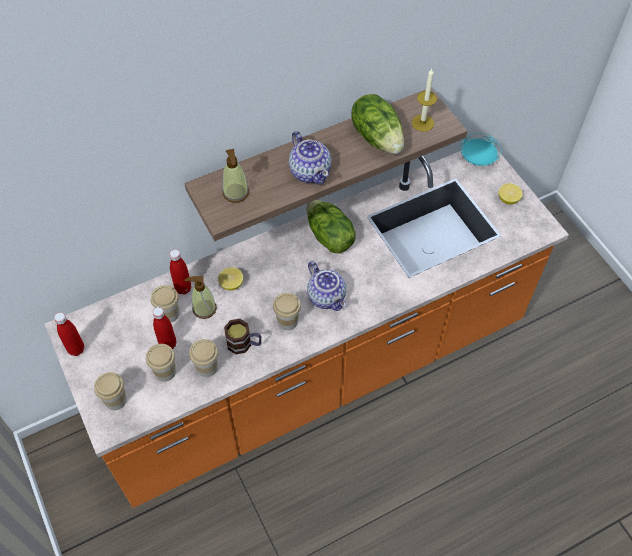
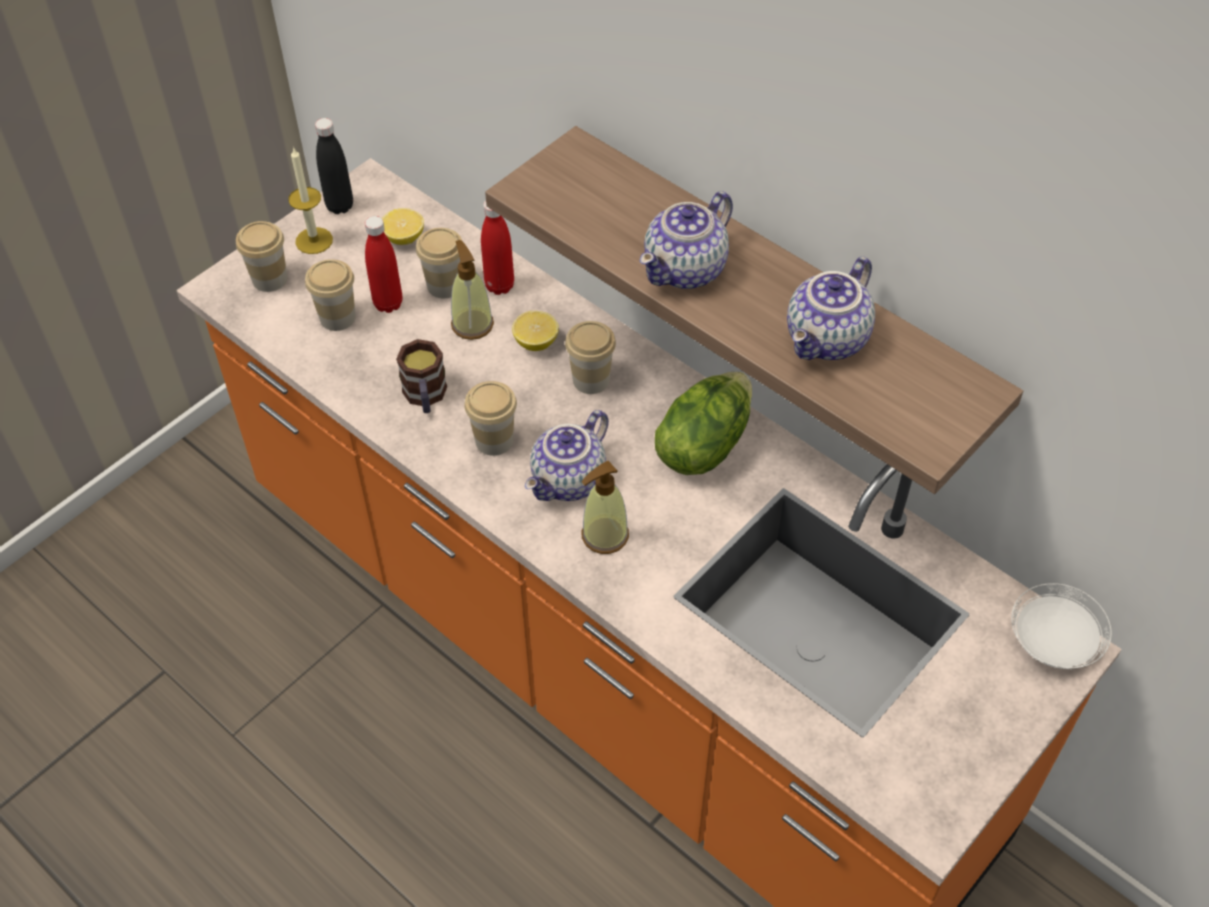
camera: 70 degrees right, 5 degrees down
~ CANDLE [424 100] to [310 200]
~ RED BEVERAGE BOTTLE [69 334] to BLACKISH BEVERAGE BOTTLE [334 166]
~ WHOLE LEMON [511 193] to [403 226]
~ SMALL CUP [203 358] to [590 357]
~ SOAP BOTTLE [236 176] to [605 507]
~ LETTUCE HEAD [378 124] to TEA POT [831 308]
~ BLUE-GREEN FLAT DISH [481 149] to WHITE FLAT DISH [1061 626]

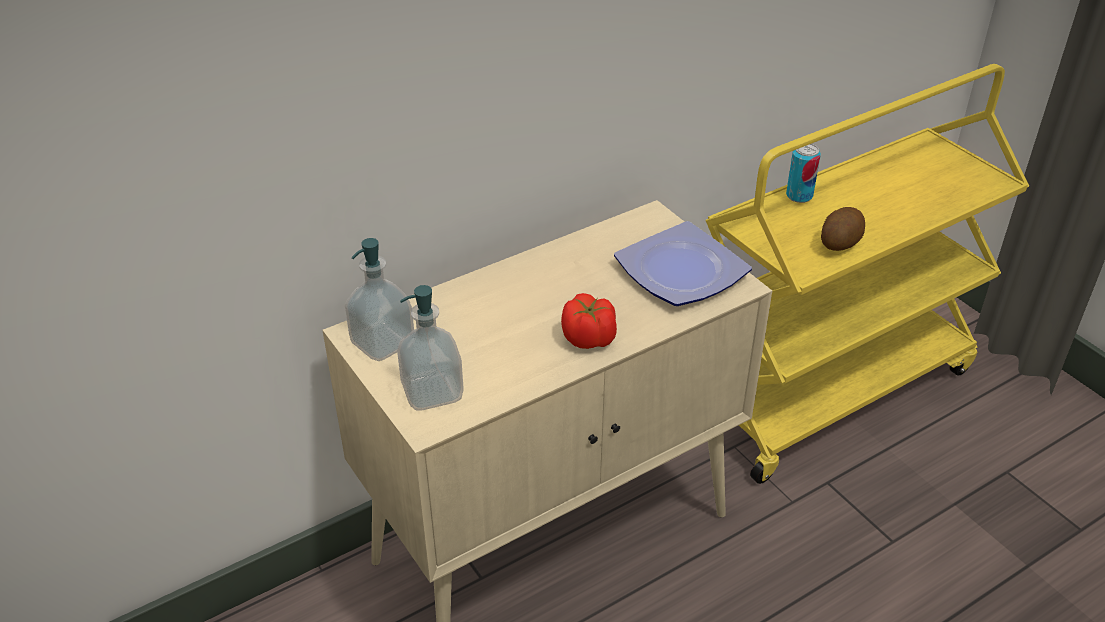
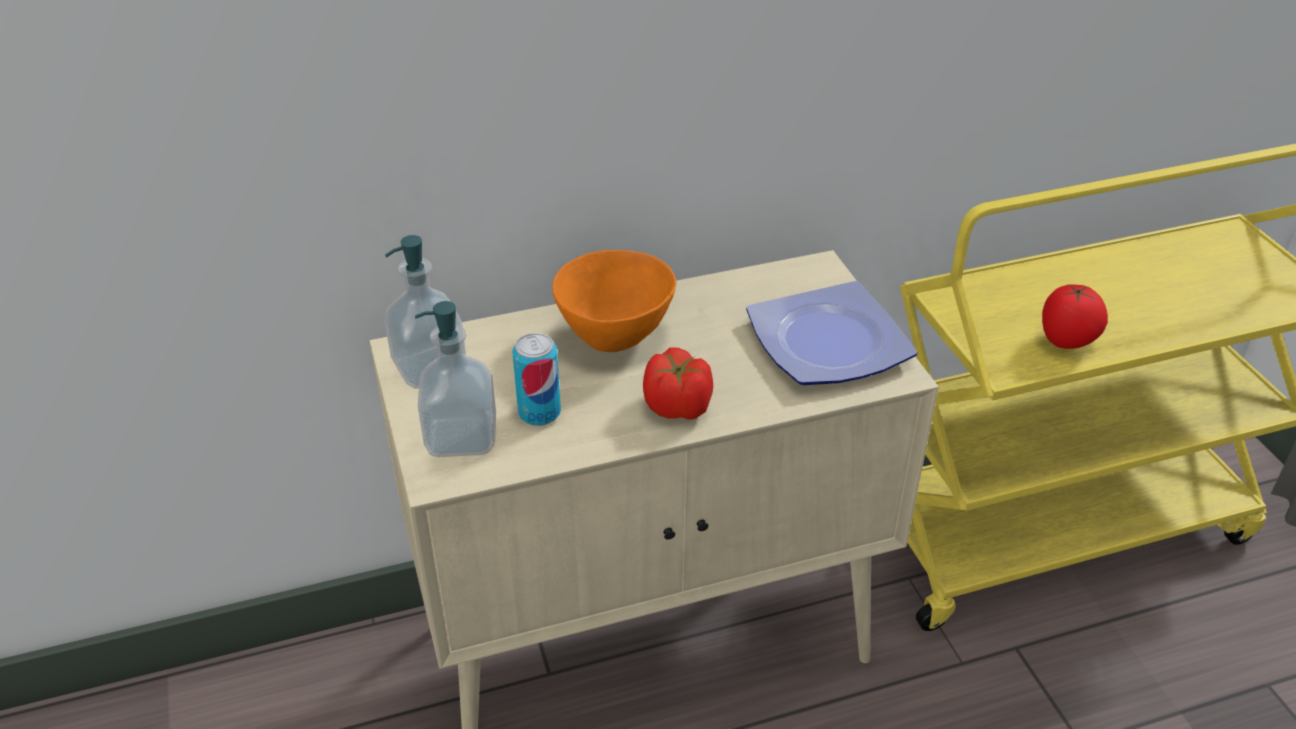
camera: 15 degrees right, 0 degrees up
~ CAN [803 173] to [536 379]
+ ORANGEY SERVING BOWL [614 301]
~ SPUD [843 229] to TOMATO [1075 316]

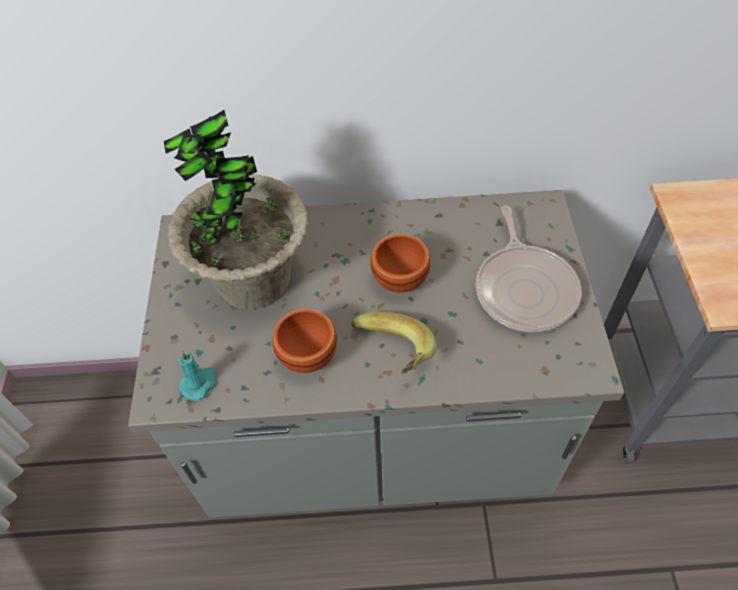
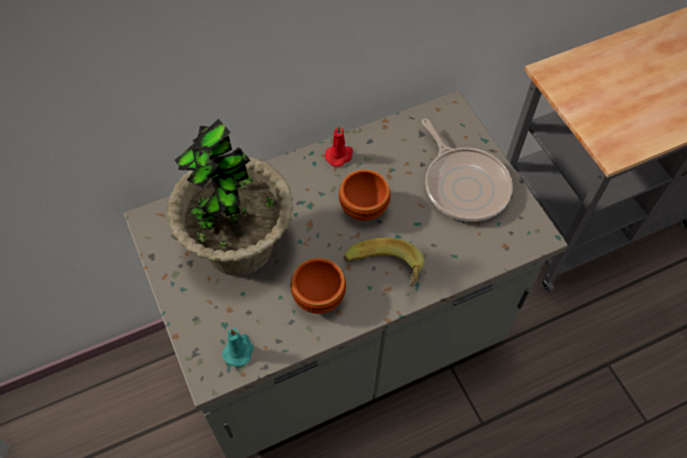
camera: 25 degrees left, 5 degrees up
+ RED CANDLE [339 146]

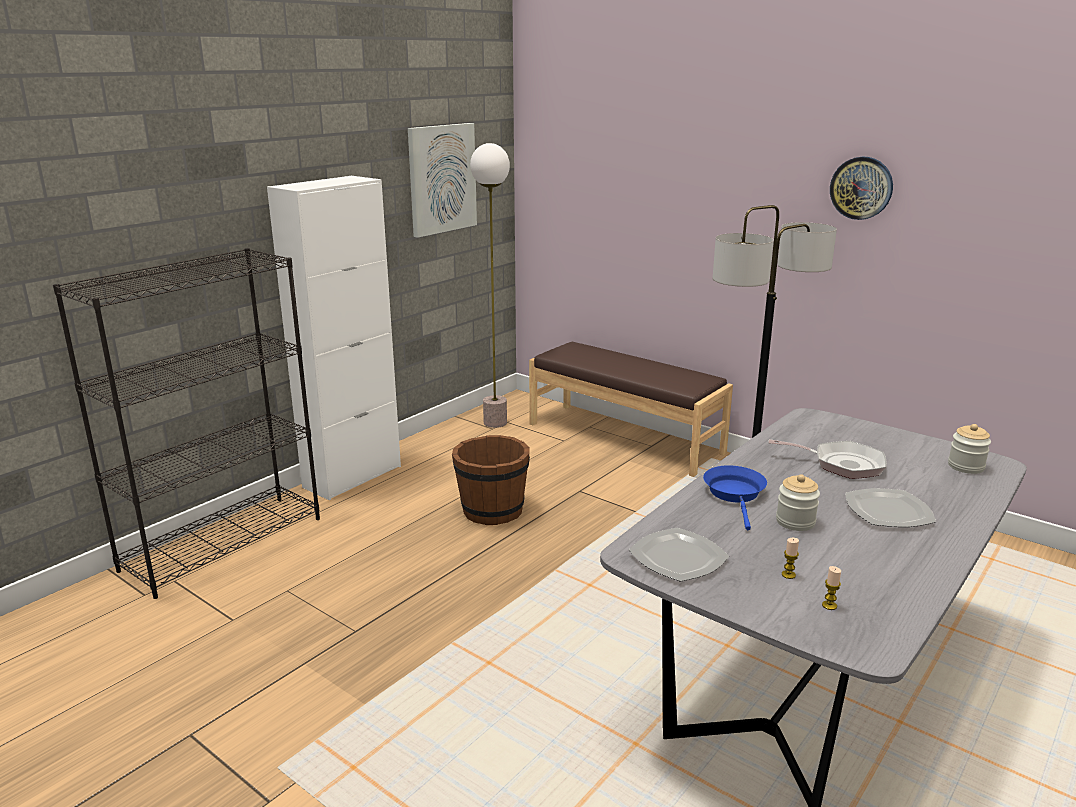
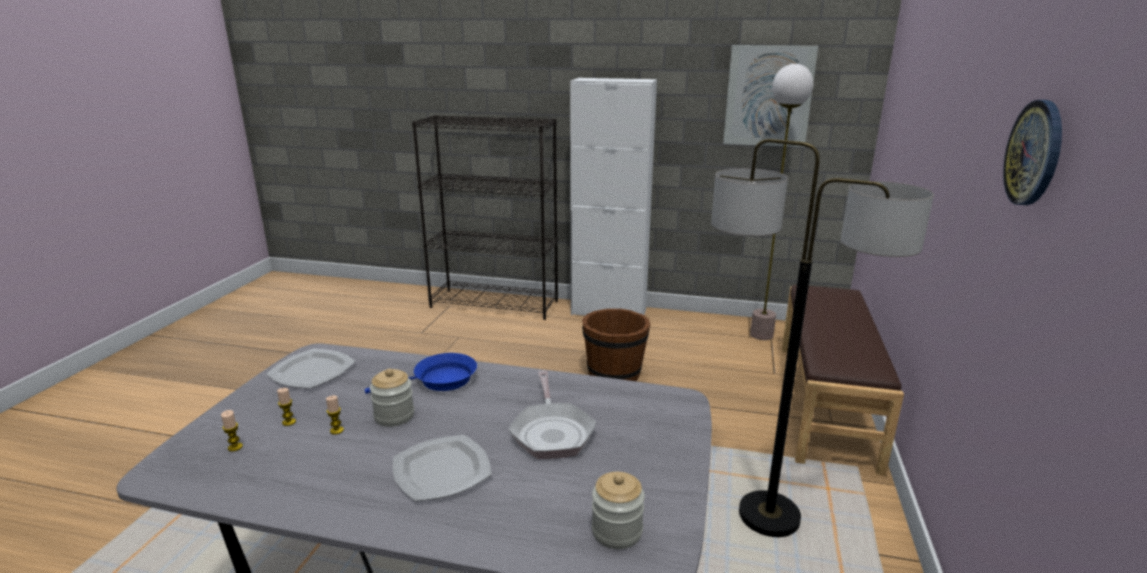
camera: 65 degrees right, 0 degrees up
+ CANDLE [335 415]

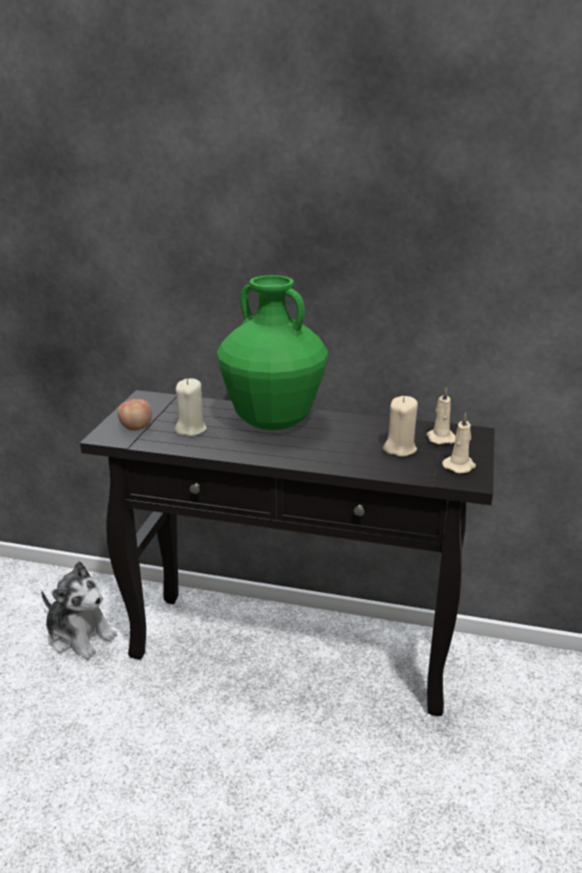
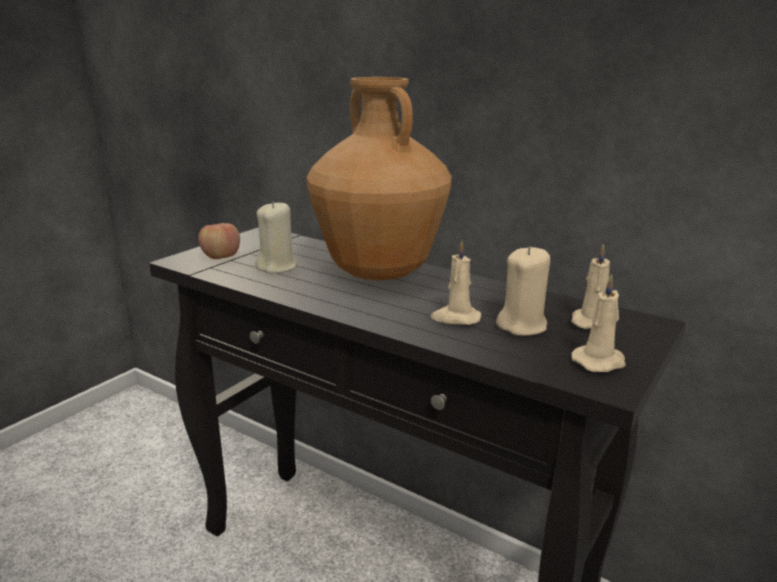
camera: 20 degrees right, 5 degrees down
~ GREENISH DECORATIVE VASE [272 352] to BROWNISH DECORATIVE VASE [379 178]
+ BEIGE-COLOURED CANDLE [456 282]
- CUDDLY TOY [79 610]

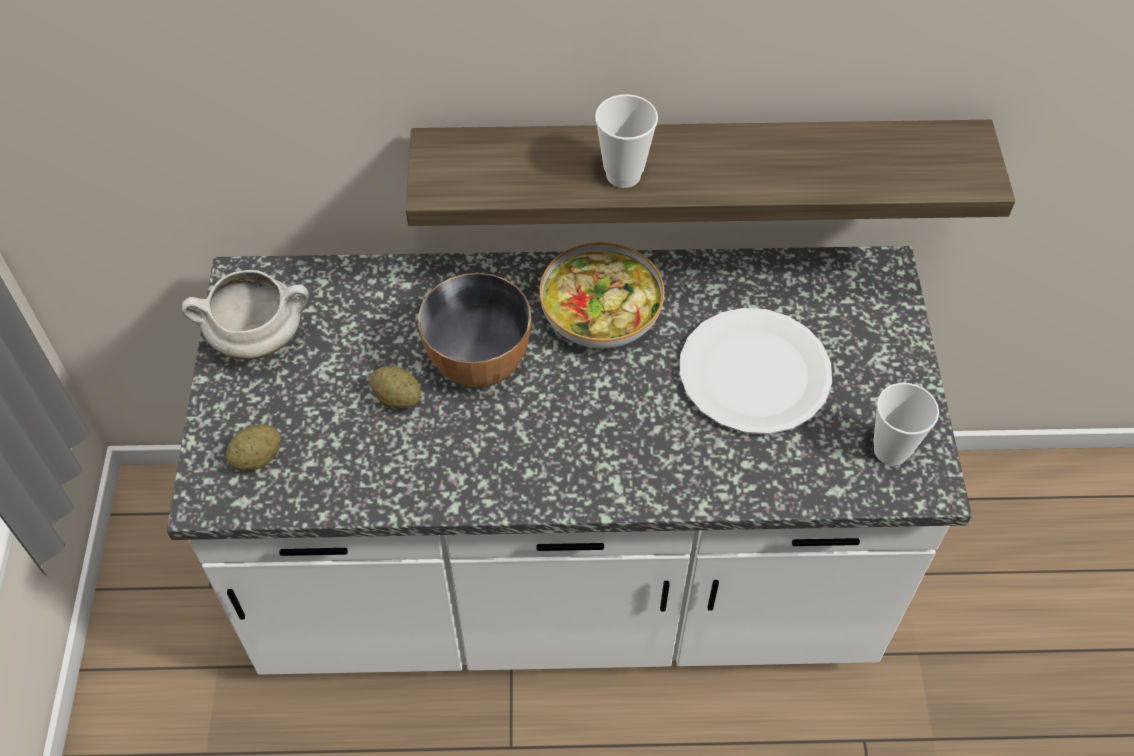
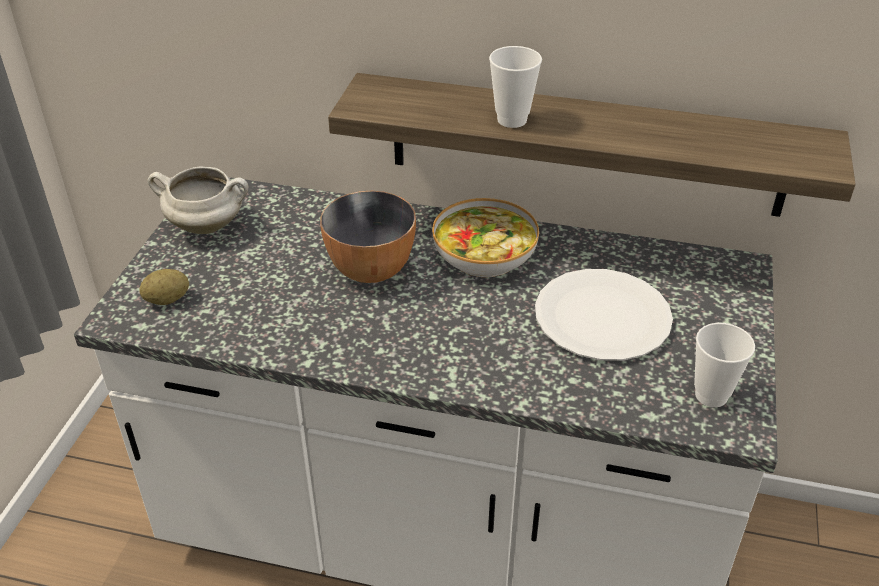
camera: 15 degrees right, 15 degrees down
- SPUD [395 387]

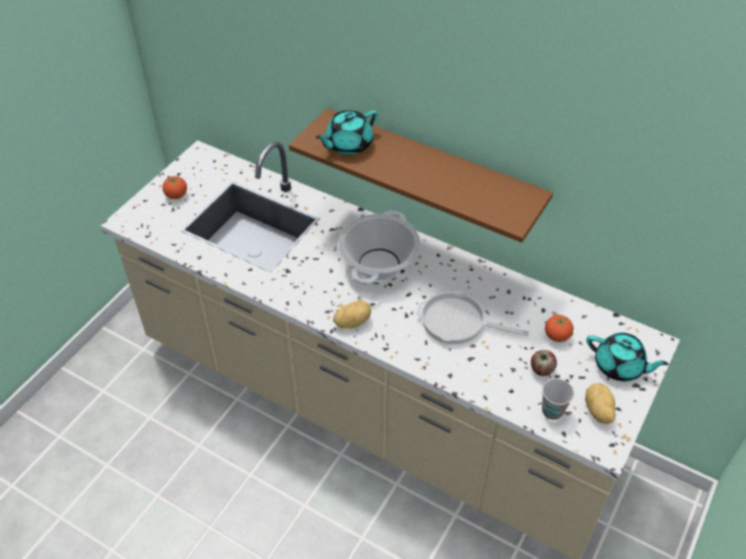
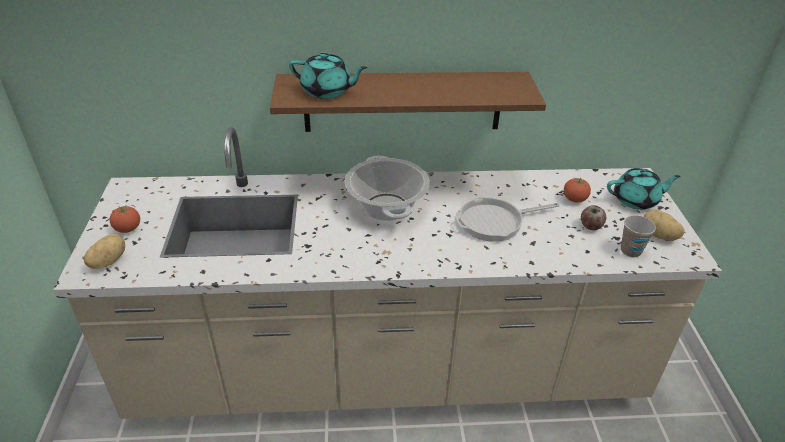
camera: 35 degrees left, 10 degrees down
~ SPUD [352 314] to [104 251]
~ BLUE-GREEN TEA POT [346 132] = [328 75] 90 degrees counterclockwise

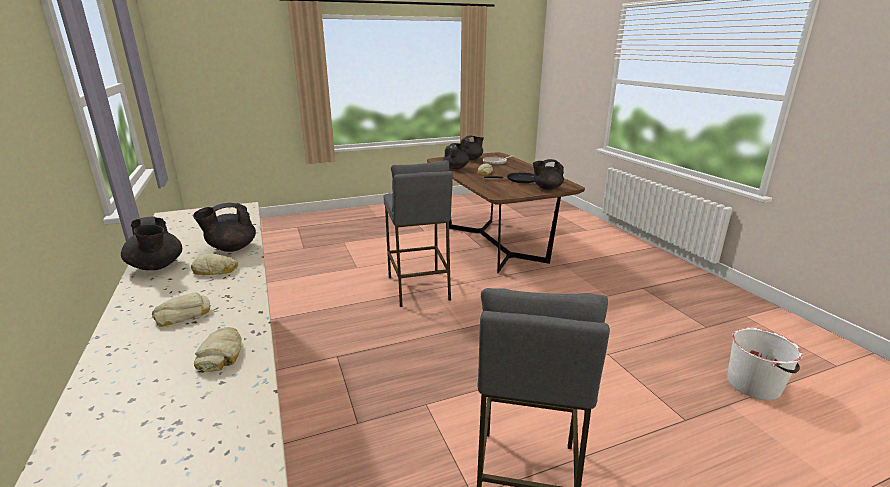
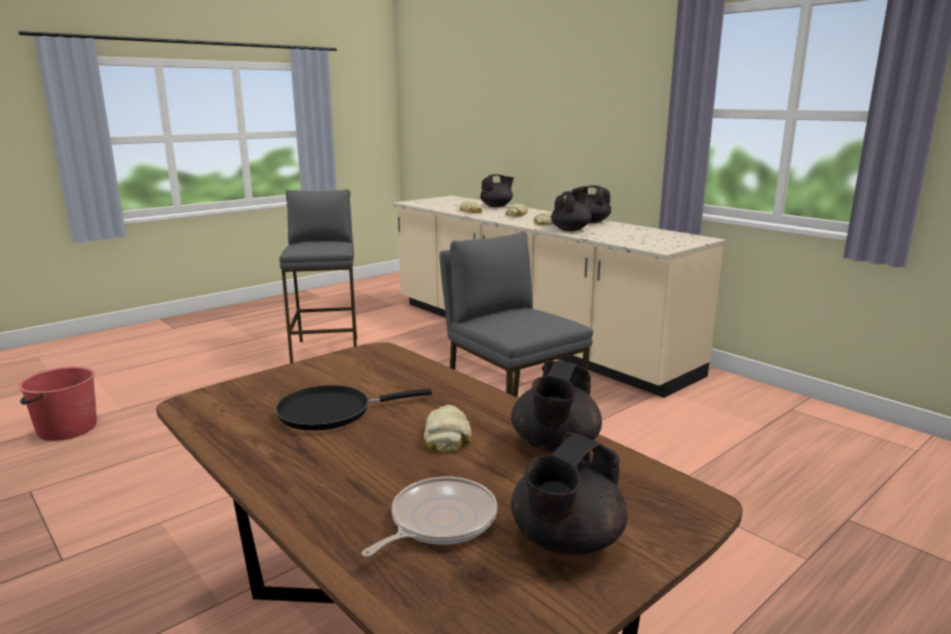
camera: 160 degrees right, 5 degrees down
~ WHITE BUCKET [765 364] to RED BUCKET [58 403]
~ BLACKISH TEA POT [548 174] to [497 190]

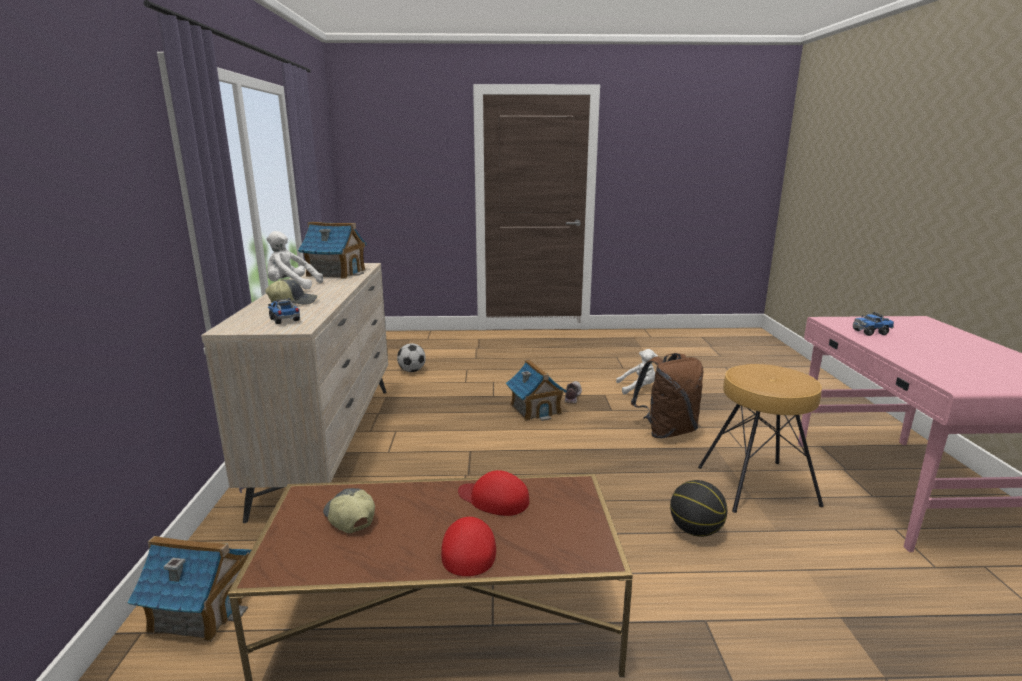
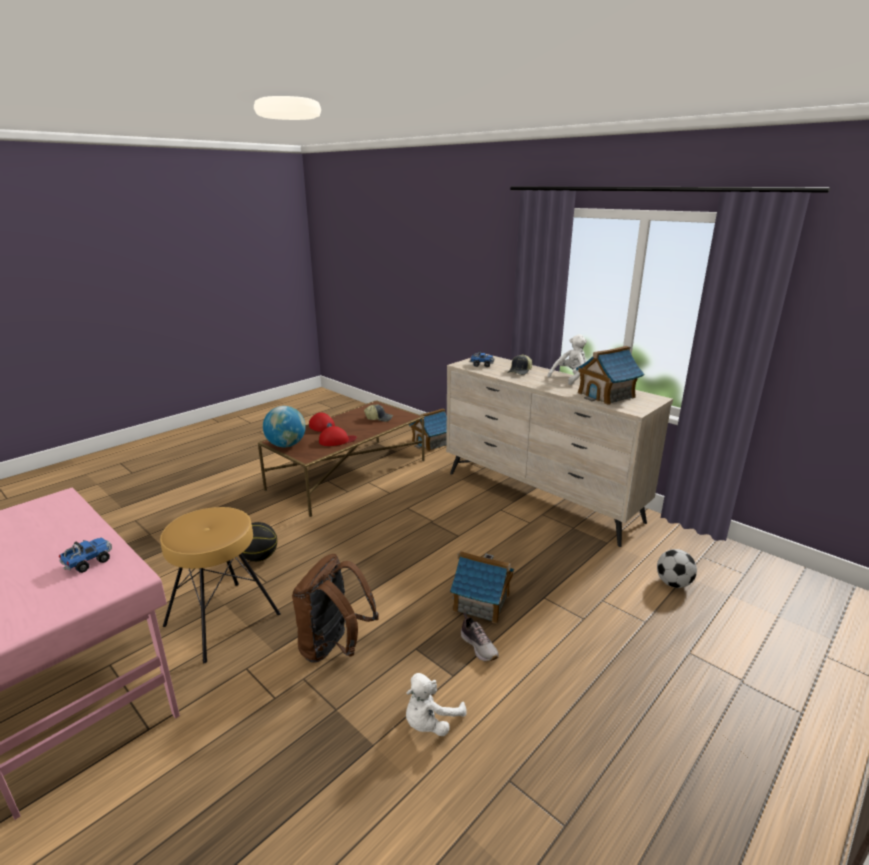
camera: 135 degrees right, 5 degrees up
+ WORLD GLOBE [284 426]

